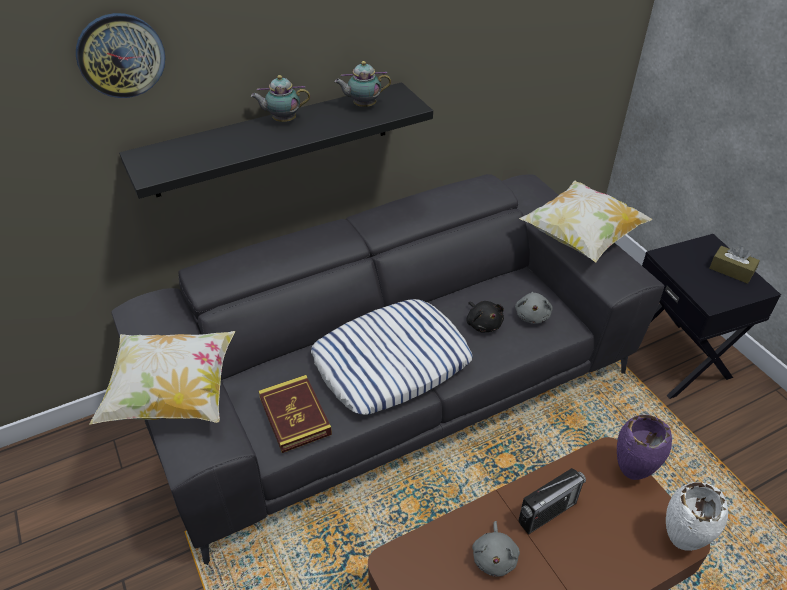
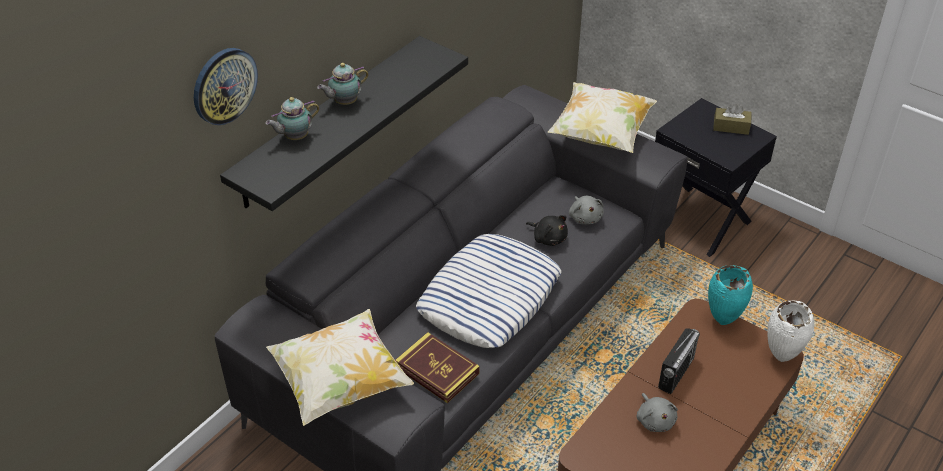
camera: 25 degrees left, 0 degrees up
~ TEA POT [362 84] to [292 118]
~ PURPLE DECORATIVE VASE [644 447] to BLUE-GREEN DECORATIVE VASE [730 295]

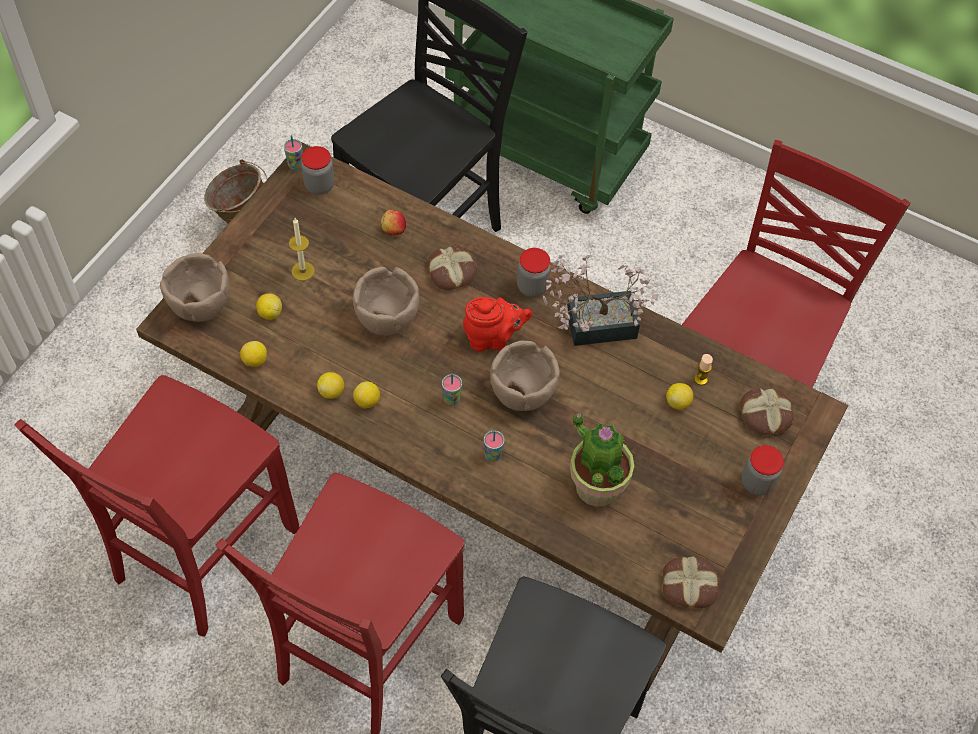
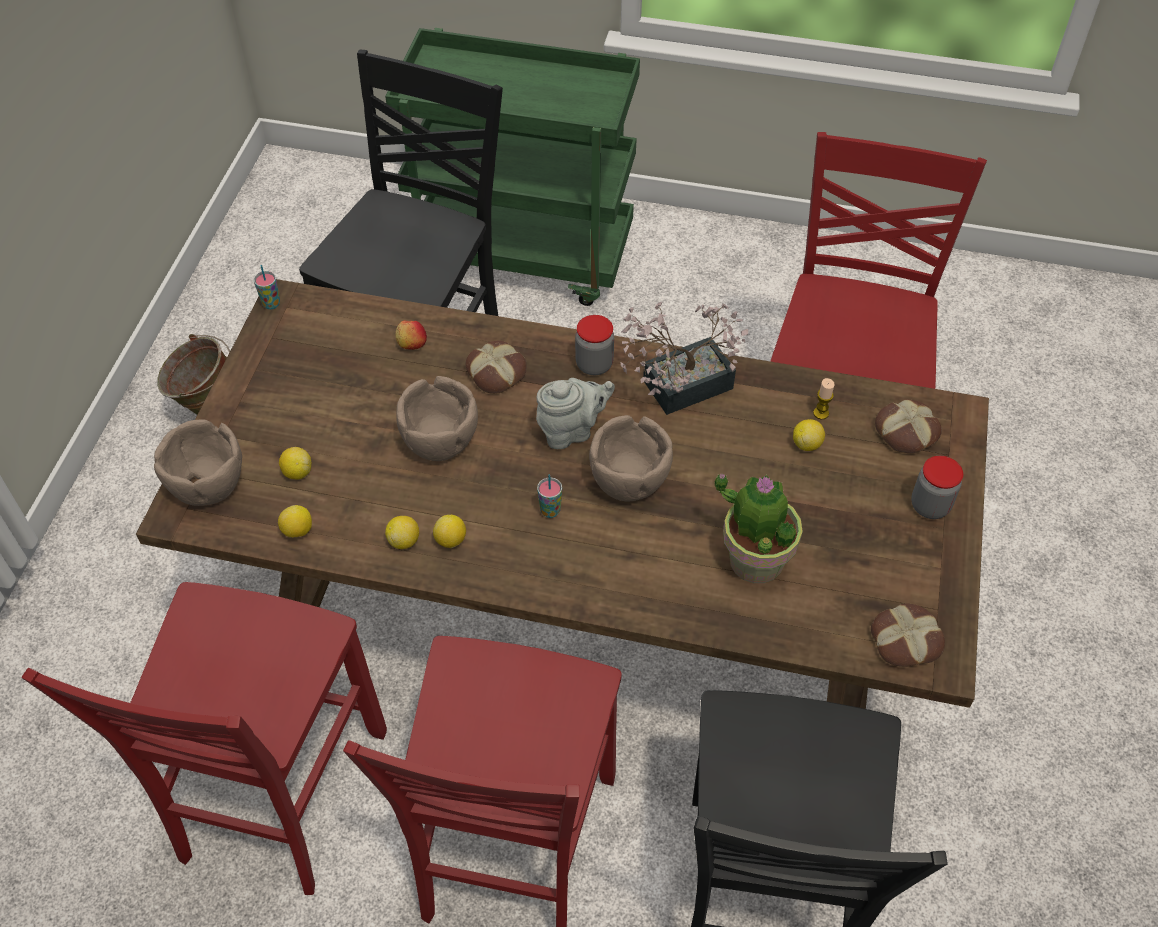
camera: 15 degrees left, 5 degrees down
~ RED TEA POT [498 324] to GREY TEA POT [575 413]
- CANDLE [302 249]
- PRESERVE JAR [317 170]
- SMALL CUP [494 446]

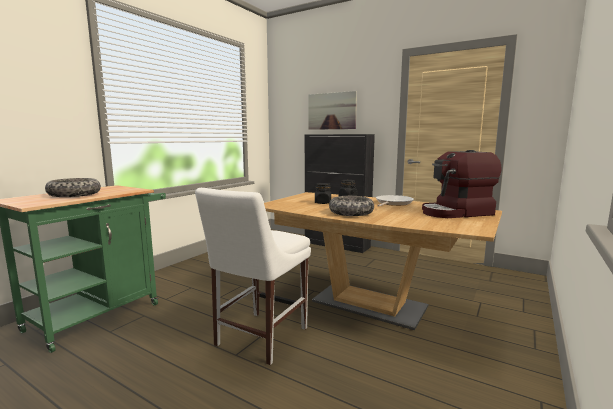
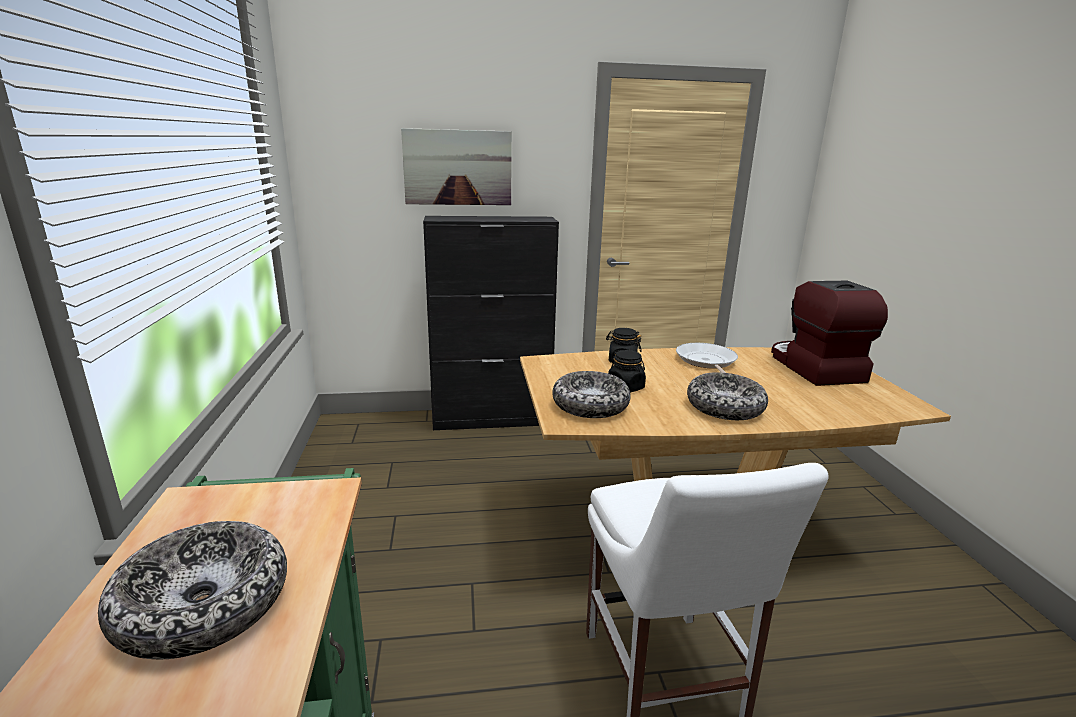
camera: 40 degrees left, 10 degrees up
+ SERVING BOWL [591 394]
~ COFFEE BREWER [462 184] = [829 333] 135 degrees clockwise

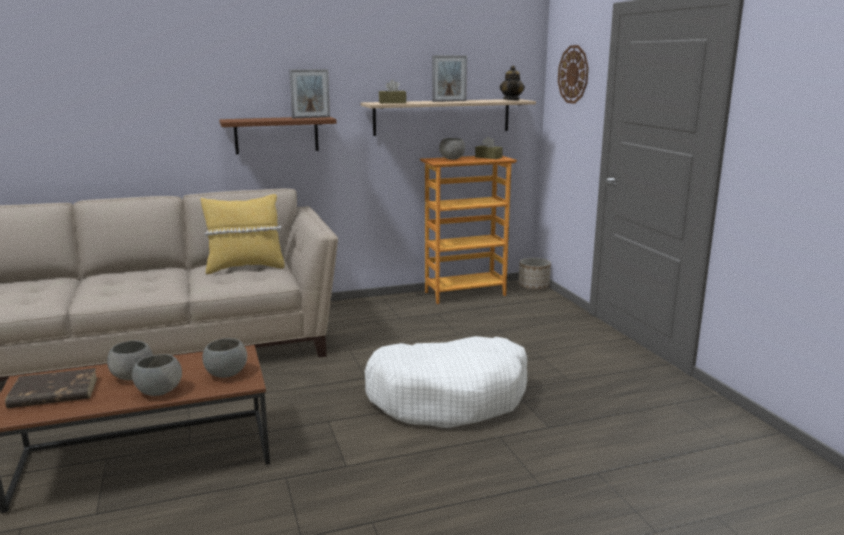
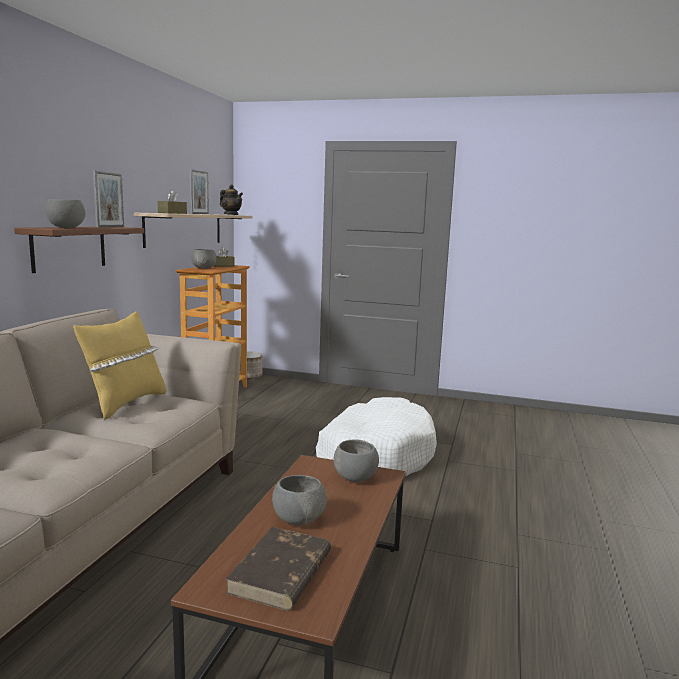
camera: 55 degrees left, 5 degrees down
~ GREY SERVING BOWL [157 375] to [65 213]
- WALL CLOCK [573 74]

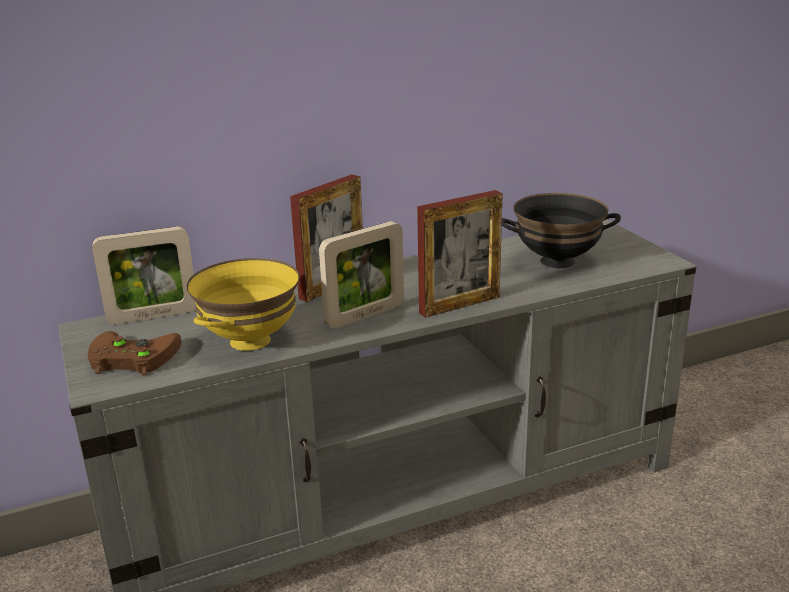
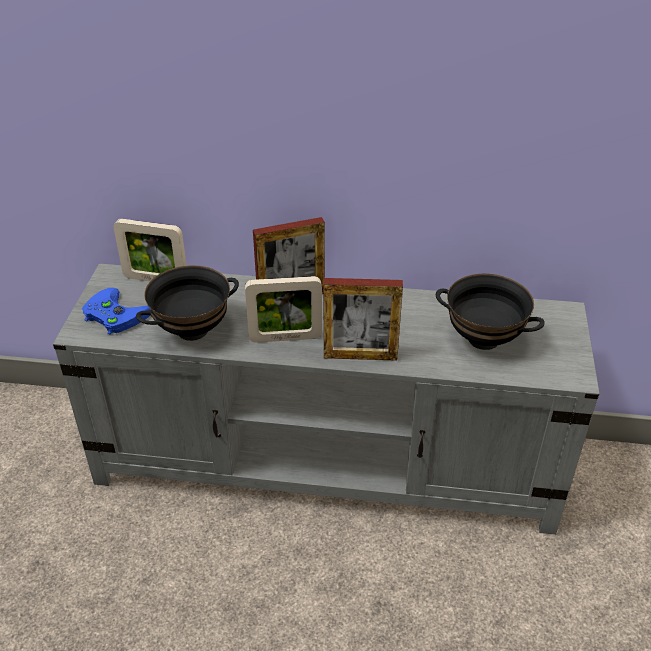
camera: 30 degrees right, 15 degrees up
~ BROWNISH JOYPAD [134 353] to BLUISH JOYPAD [116 311]
~ YELLOW SERVING BOWL [243 304] to BLACKISH SERVING BOWL [187 303]

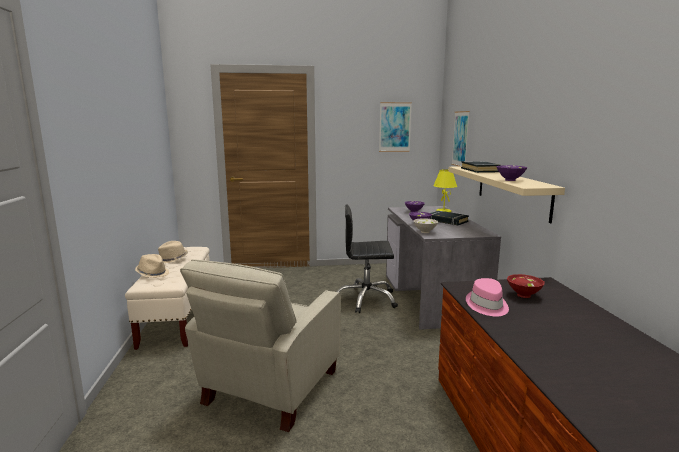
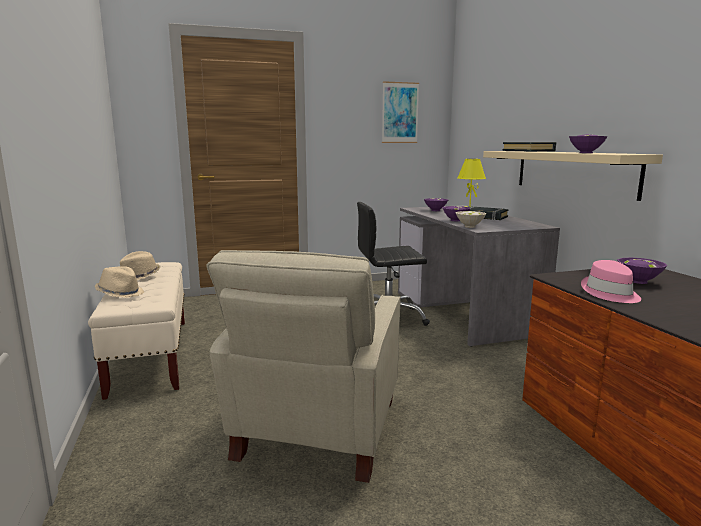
camera: 10 degrees left, 0 degrees up
~ RED SERVING BOWL [526 286] to PURPLE SERVING BOWL [642 270]
- PICTURE [460 139]

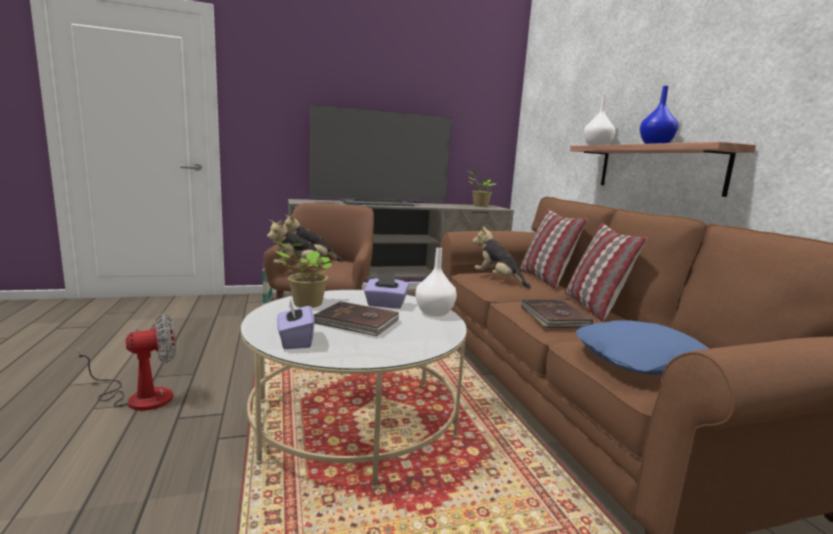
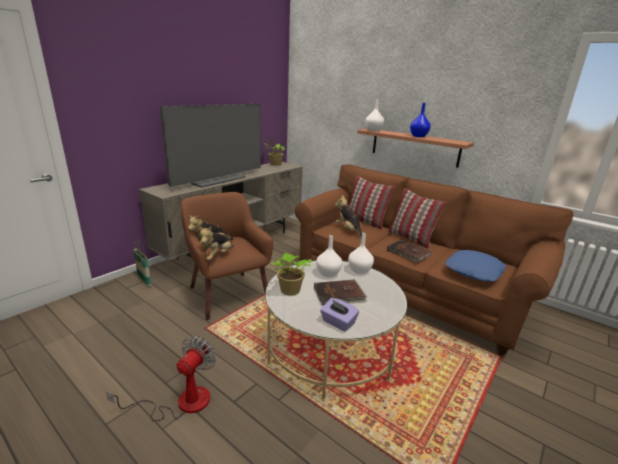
camera: 35 degrees left, 10 degrees up
~ PURPLE TISSUE HOLDER [386 291] to WHITE DECORATIVE VASE [329 256]
~ CUDDLY TOY [501 257] = [350 217] 45 degrees clockwise

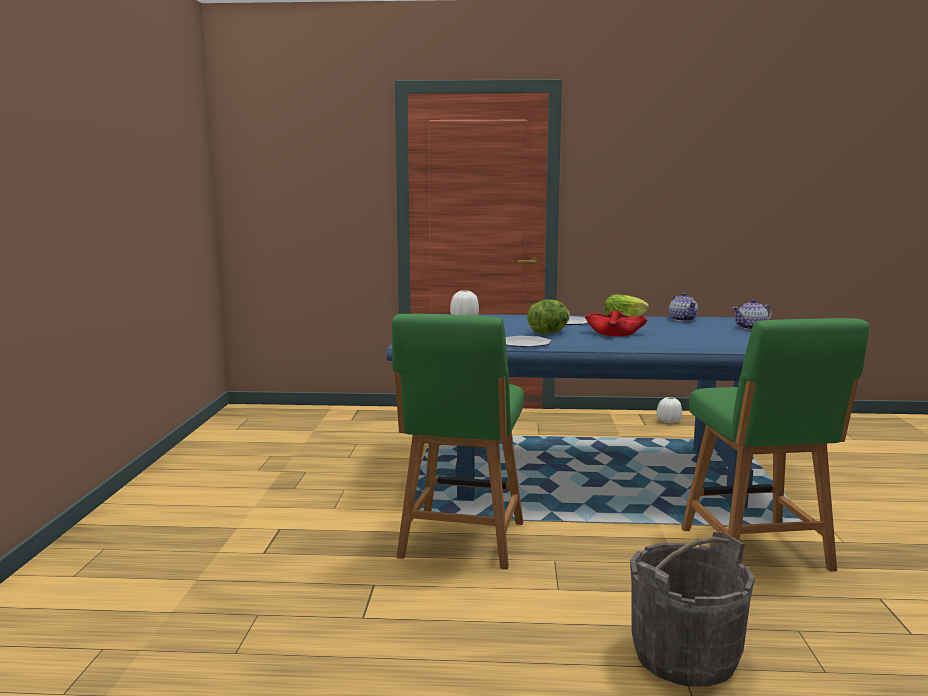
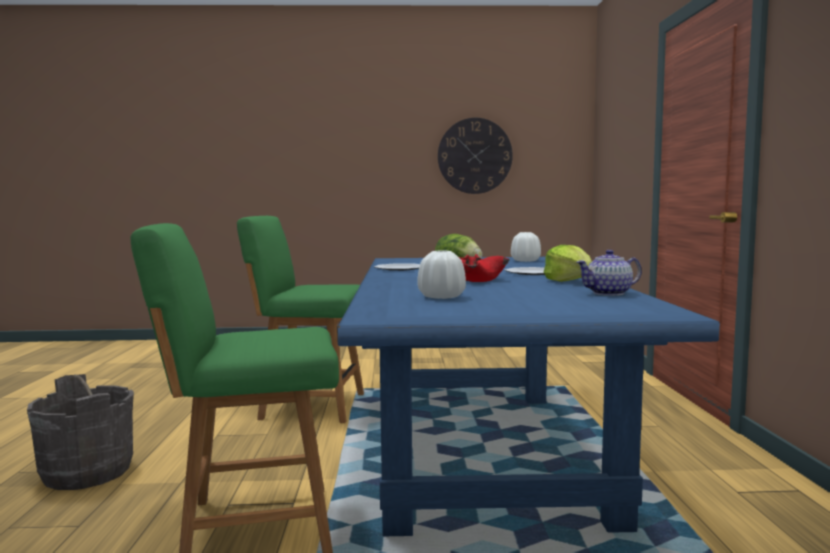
camera: 85 degrees right, 5 degrees down
~ WHITE DECORATIVE VASE [669 410] to [441 275]
+ WALL CLOCK [475 156]
- TEA POT [753 314]

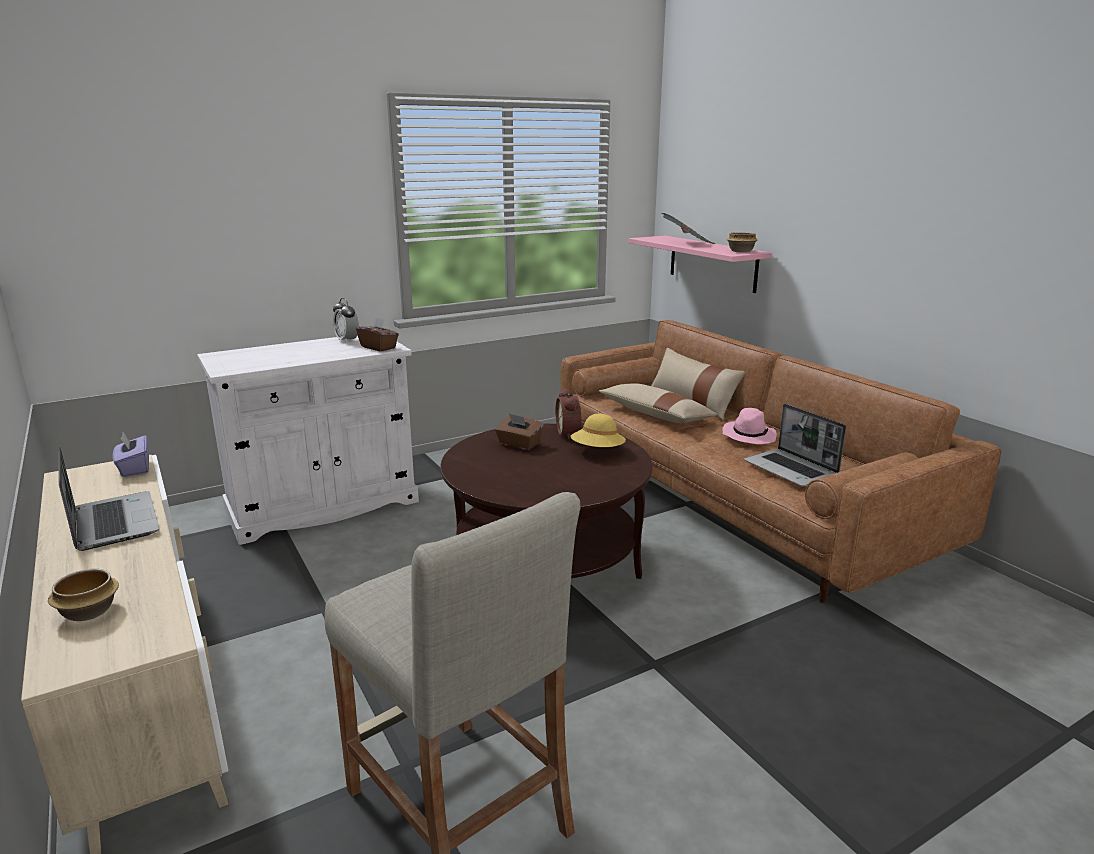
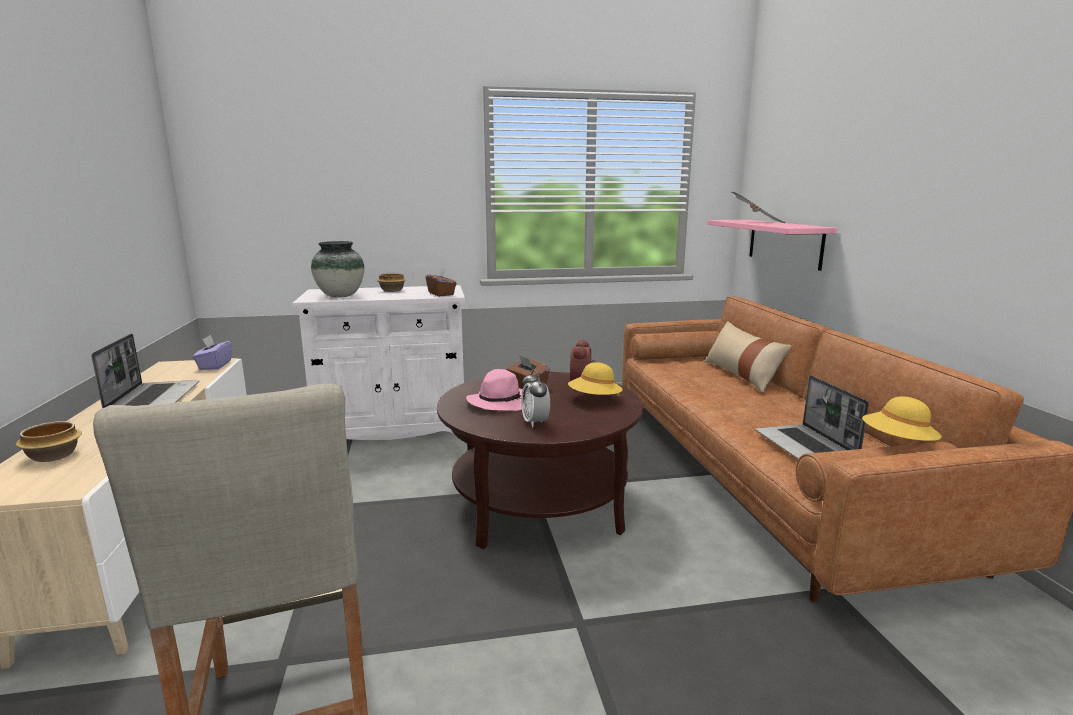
camera: 20 degrees right, 5 degrees down
+ DECORATIVE VASE [337 269]
~ SERVING BOWL [742 242] to [391 282]
~ PINKISH HAT [750 426] to [494 390]
~ TABLE CLOCK [346 320] to [535 399]
+ YELLOW HAT [902 420]
- BEIGE-COLOURED CUSHION [658 403]

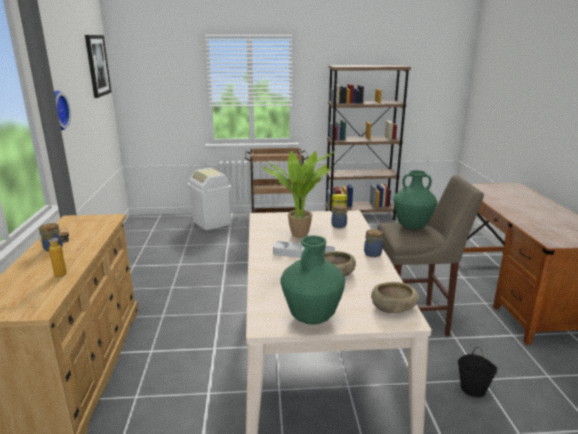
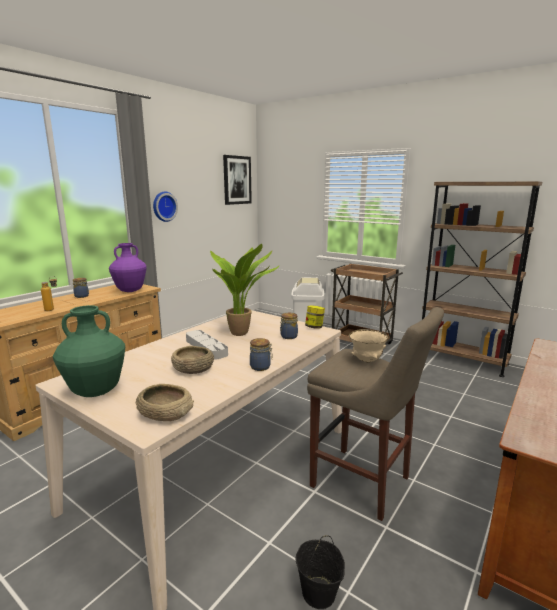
camera: 40 degrees right, 5 degrees down
+ PURPLE DECORATIVE VASE [128 267]
~ GREENISH DECORATIVE VASE [415 199] to BEIGE-COLOURED SERVING BOWL [369 345]

